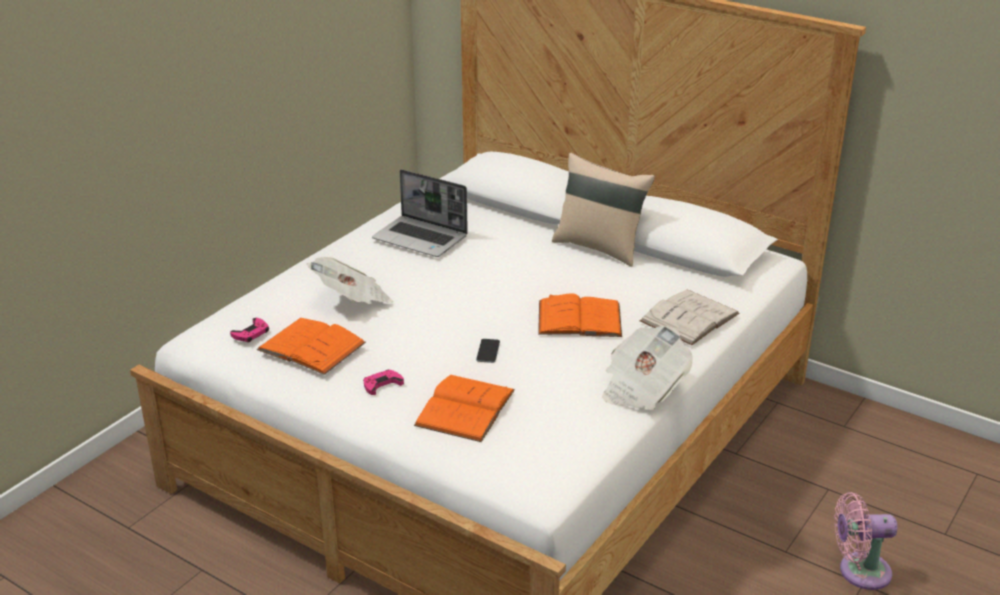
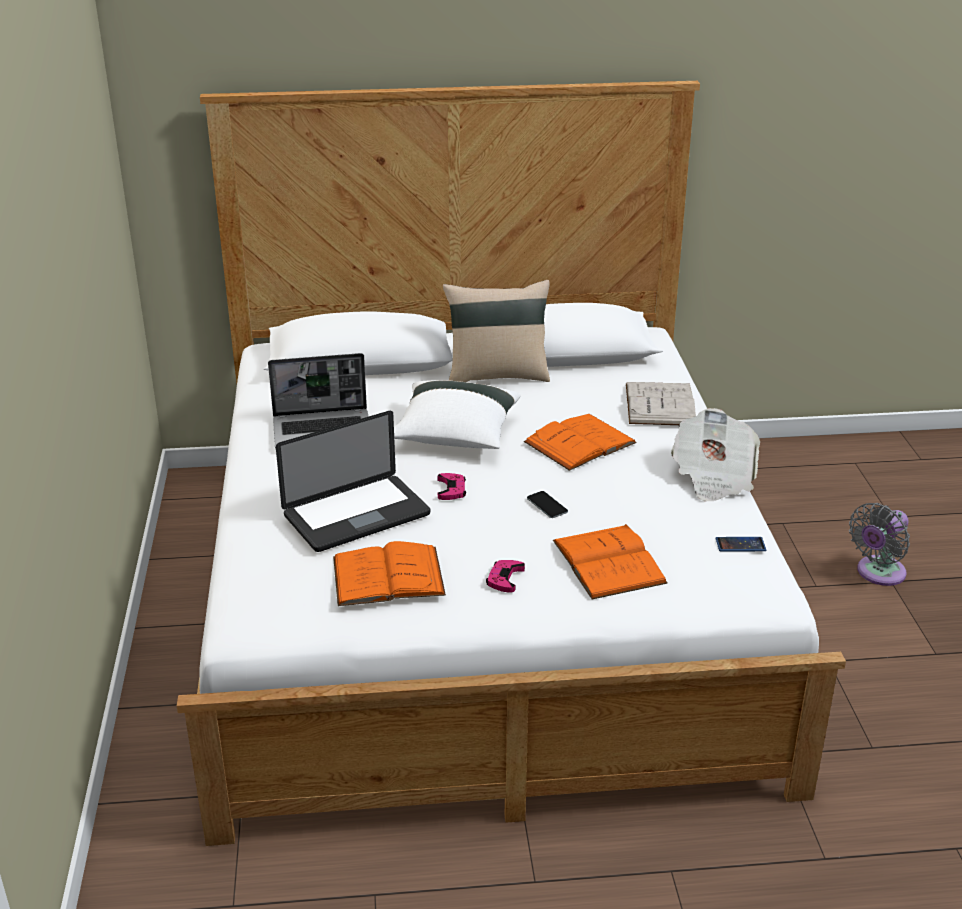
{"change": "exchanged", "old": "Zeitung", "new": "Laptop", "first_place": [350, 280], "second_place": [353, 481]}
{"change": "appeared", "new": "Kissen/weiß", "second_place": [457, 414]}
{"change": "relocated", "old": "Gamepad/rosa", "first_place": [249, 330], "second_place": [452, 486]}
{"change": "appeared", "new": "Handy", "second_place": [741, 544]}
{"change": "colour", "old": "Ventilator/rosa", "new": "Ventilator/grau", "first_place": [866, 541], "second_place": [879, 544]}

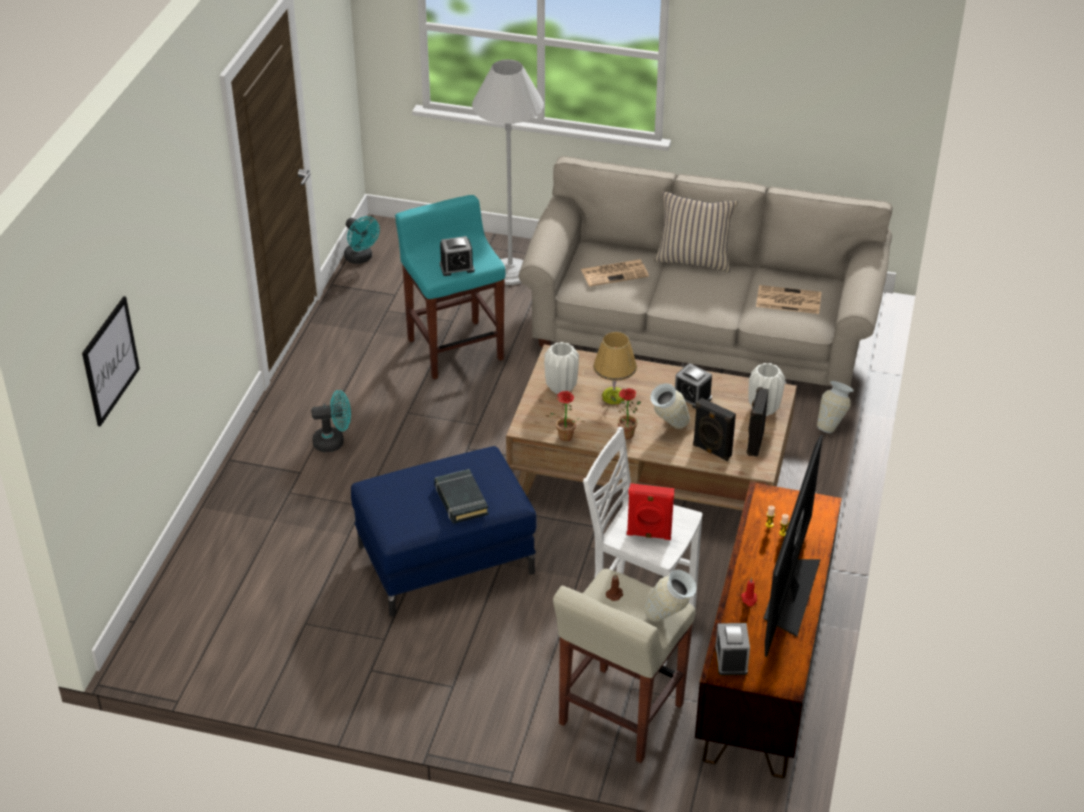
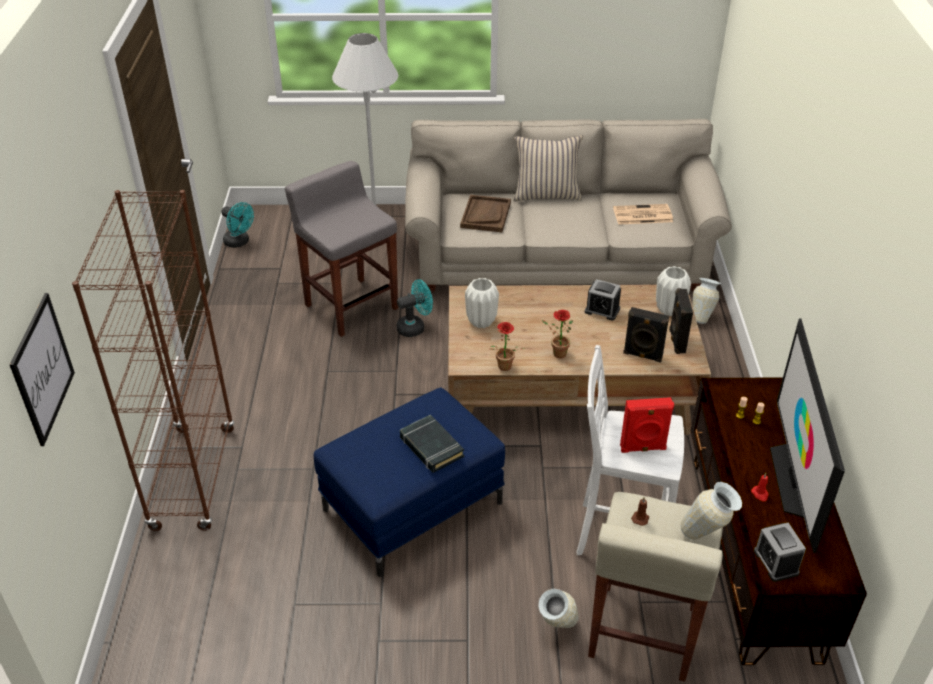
{"change": "appeared", "new": "Bücherregal/braun", "second_place": [153, 360]}
{"change": "colour", "old": "Hocker/türkis", "new": "Hocker/grau", "first_place": [450, 287], "second_place": [341, 249]}
{"change": "relocated", "old": "Ventilator/türkis", "first_place": [331, 421], "second_place": [414, 308]}
{"change": "exchanged", "old": "Zeitung", "new": "Tablett/braun", "first_place": [615, 273], "second_place": [485, 213]}
{"change": "relocated", "old": "Vase", "first_place": [670, 406], "second_place": [558, 608]}
{"change": "missing", "old": "Wecker", "first_place": [457, 256]}
{"change": "missing", "old": "Tischlampe", "first_place": [615, 368]}

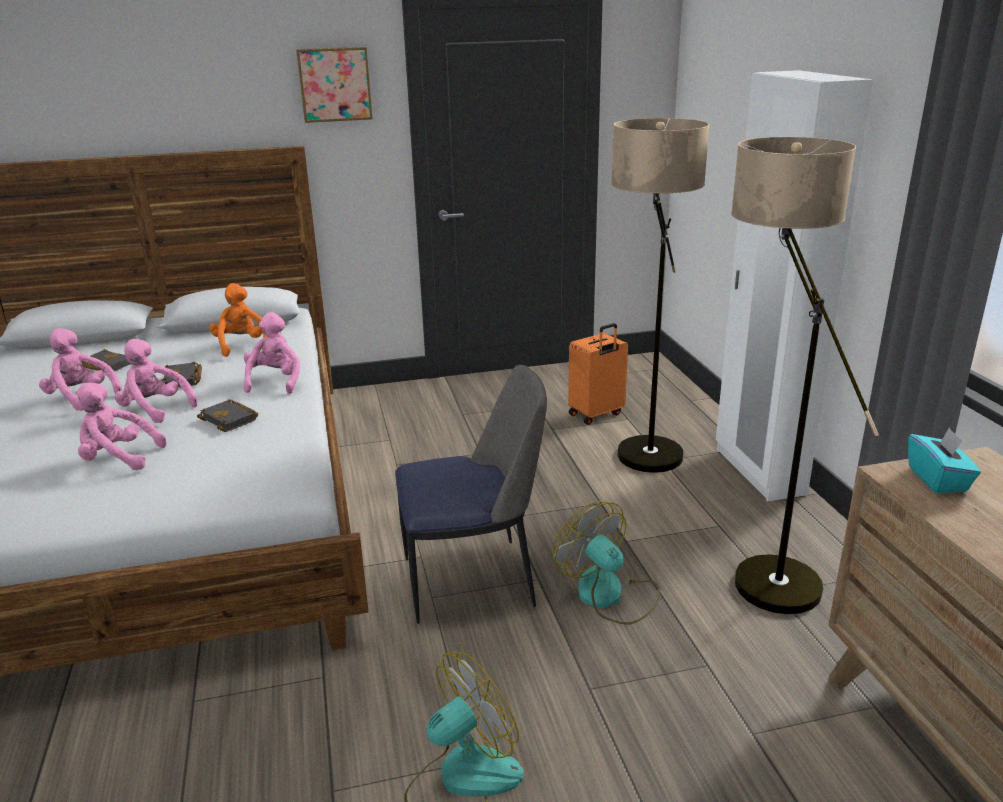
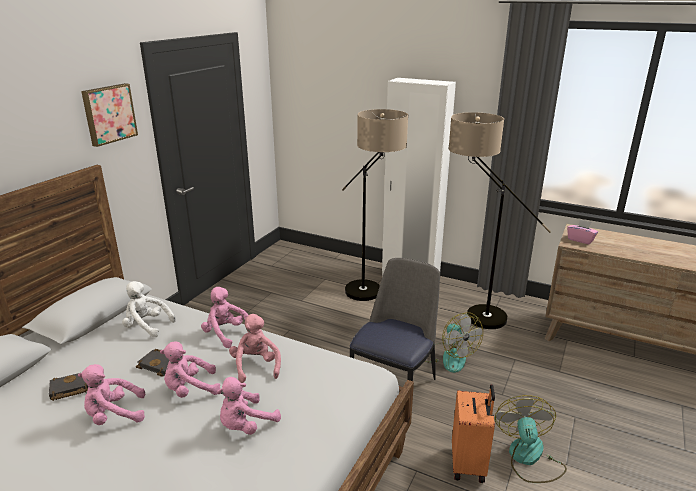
{"change": "colour", "old": "Plüschtier/orange", "new": "Plüschtier/weiß", "first_place": [238, 320], "second_place": [149, 309]}
{"change": "exchanged", "old": "Buch/schwarz", "new": "Plüschtier/rosa", "first_place": [227, 415], "second_place": [255, 348]}
{"change": "spun", "old": "Ventilator", "first_place": [606, 563], "second_place": [454, 342], "degrees": -120}
{"change": "relocated", "old": "Koffer/orange", "first_place": [598, 374], "second_place": [473, 434]}
{"change": "colour", "old": "Taschentuchbox/türkis", "new": "Taschentuchbox/rosa", "first_place": [944, 460], "second_place": [582, 232]}

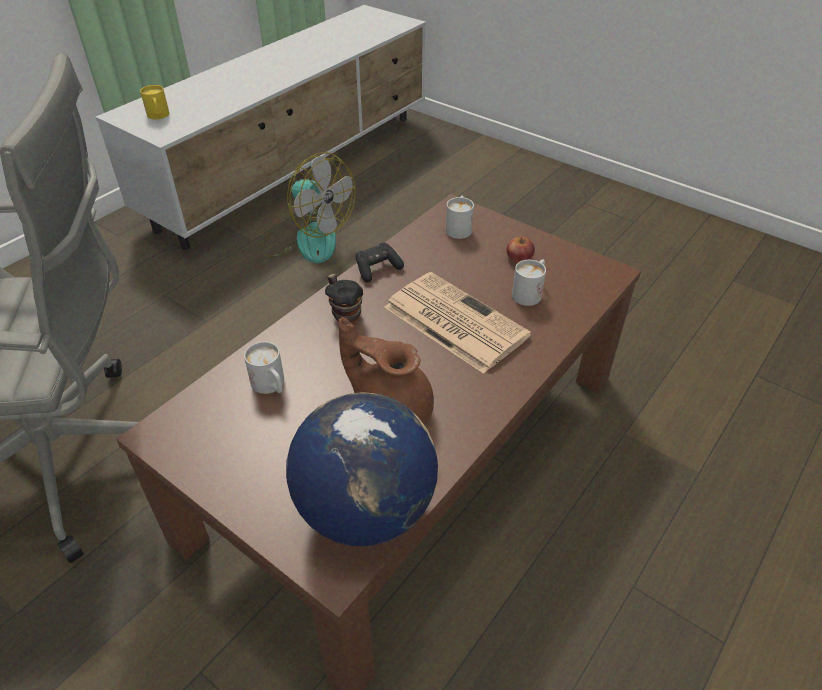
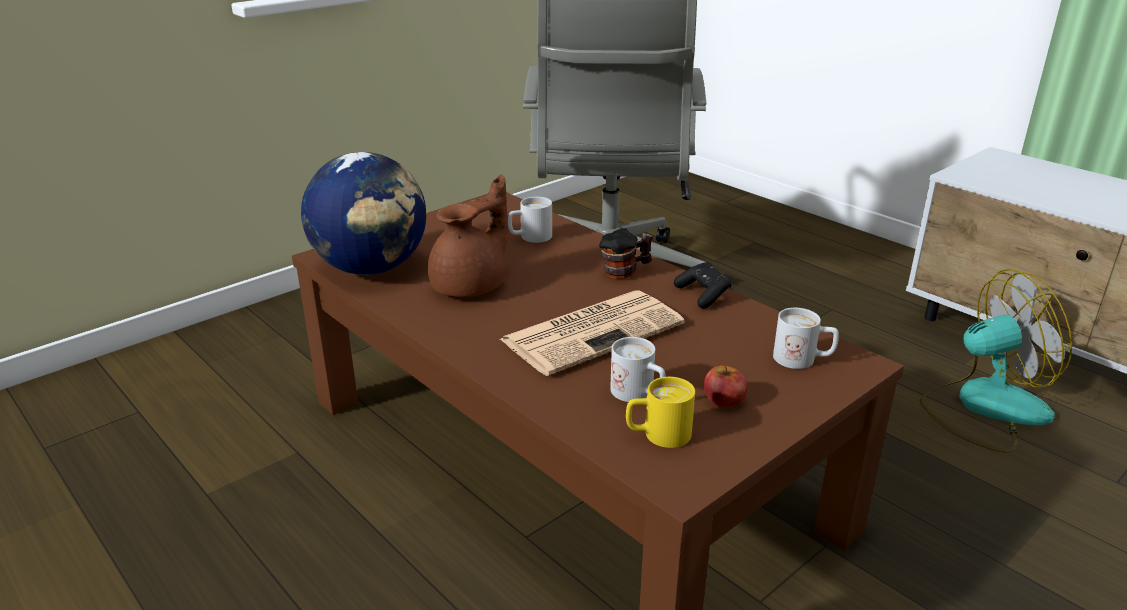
{"change": "relocated", "old": "Henkelbecher/gelb", "first_place": [154, 102], "second_place": [660, 412]}
{"change": "spun", "old": "Ventilator", "first_place": [308, 207], "second_place": [996, 361], "degrees": -150}

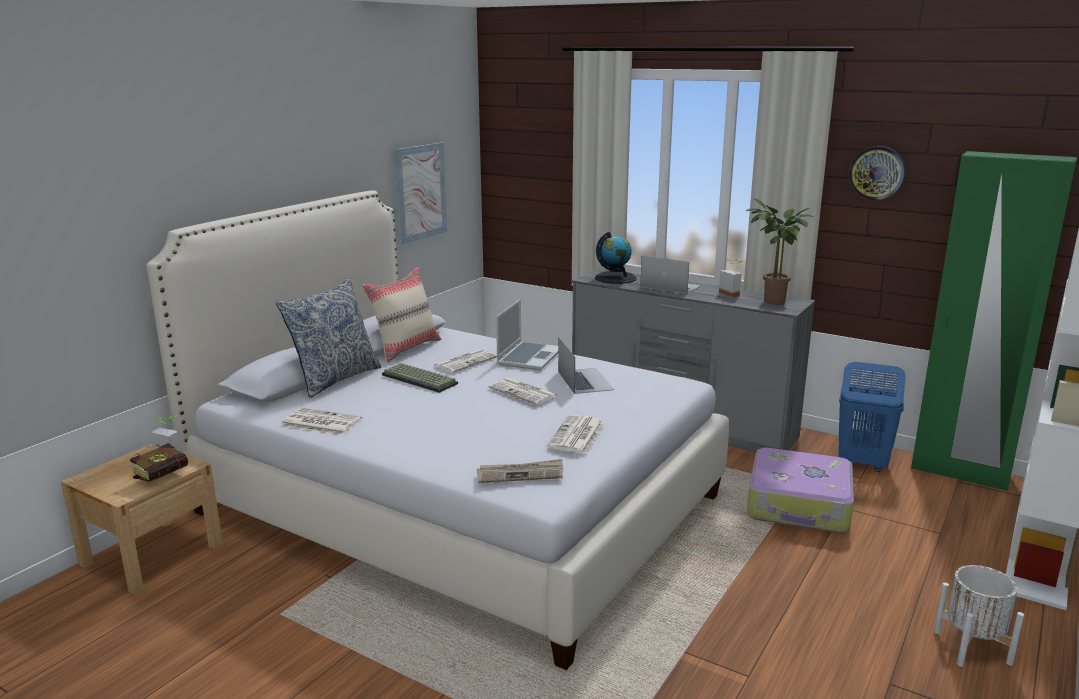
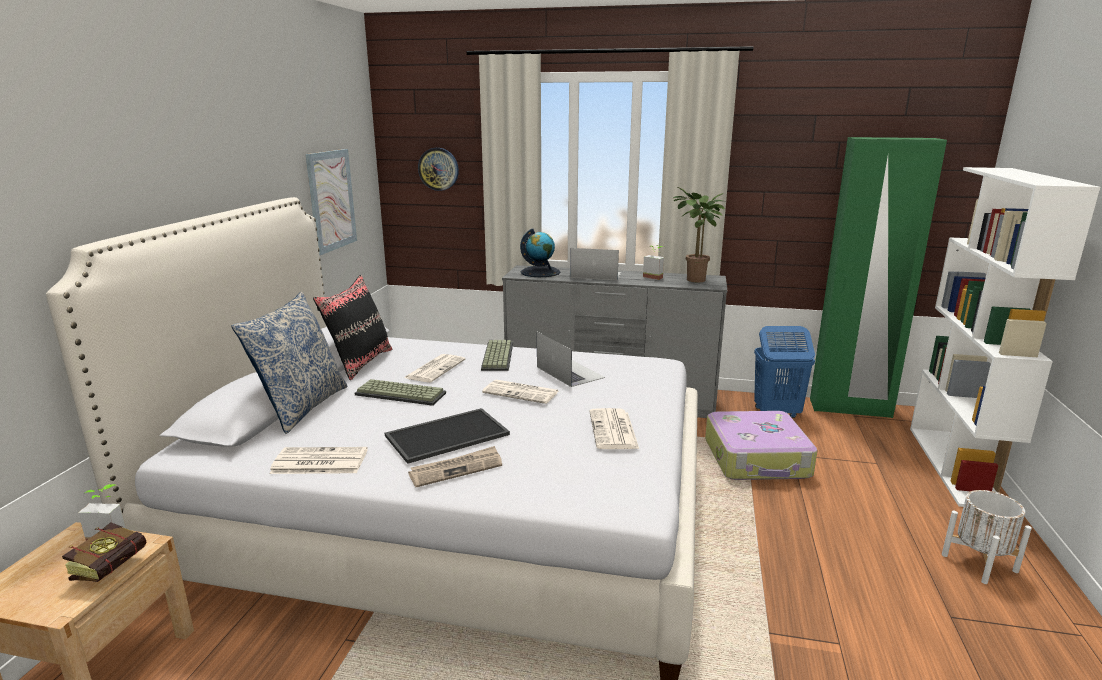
{"change": "colour", "old": "Kissen/beige", "new": "Kissen/schwarz", "first_place": [401, 314], "second_place": [353, 327]}
{"change": "appeared", "new": "Tablett", "second_place": [447, 436]}
{"change": "relocated", "old": "Zeitung", "first_place": [520, 471], "second_place": [455, 466]}
{"change": "relocated", "old": "Wanduhr", "first_place": [876, 173], "second_place": [438, 169]}
{"change": "exchanged", "old": "Laptop", "new": "Tastatur", "first_place": [527, 334], "second_place": [497, 355]}

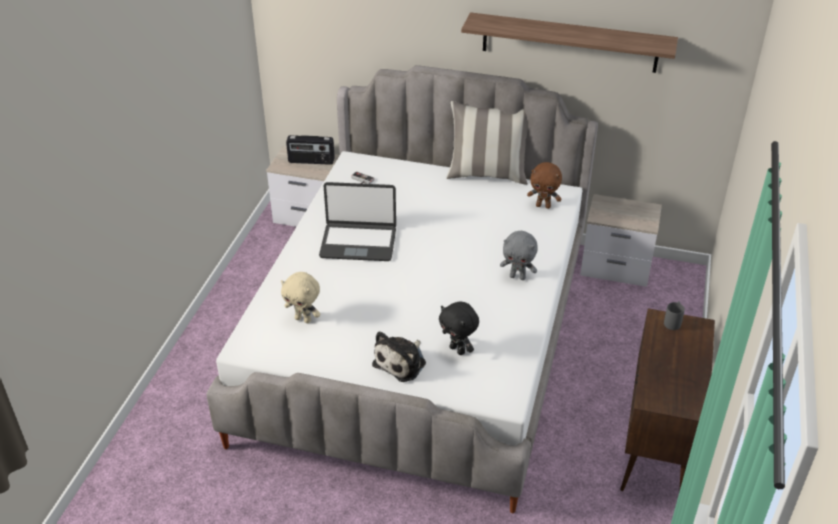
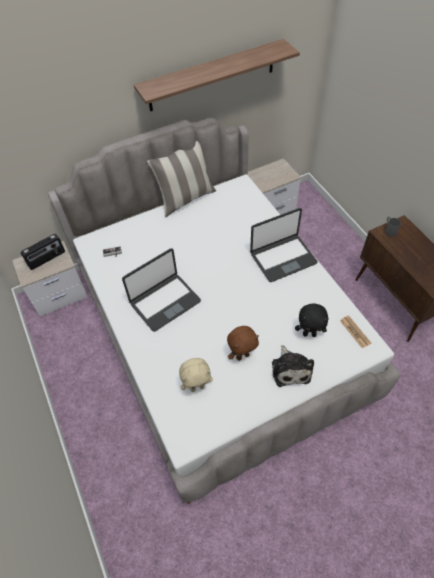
{"change": "relocated", "old": "Plüschtier/braun", "first_place": [544, 185], "second_place": [243, 343]}
{"change": "exchanged", "old": "Plüschtier/grau", "new": "Laptop", "first_place": [519, 255], "second_place": [284, 245]}
{"change": "appeared", "new": "Zeitung", "second_place": [355, 331]}

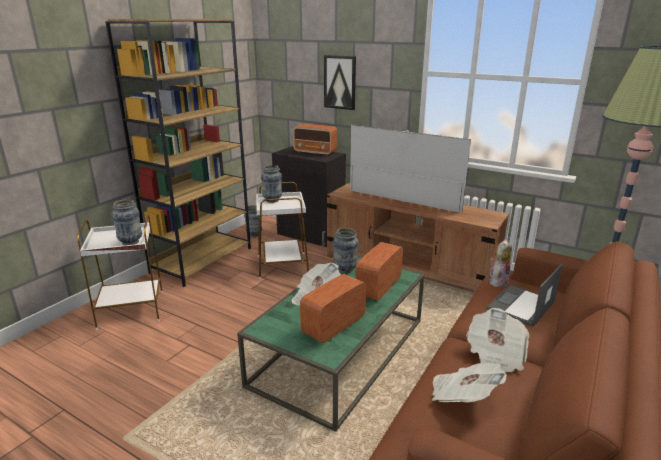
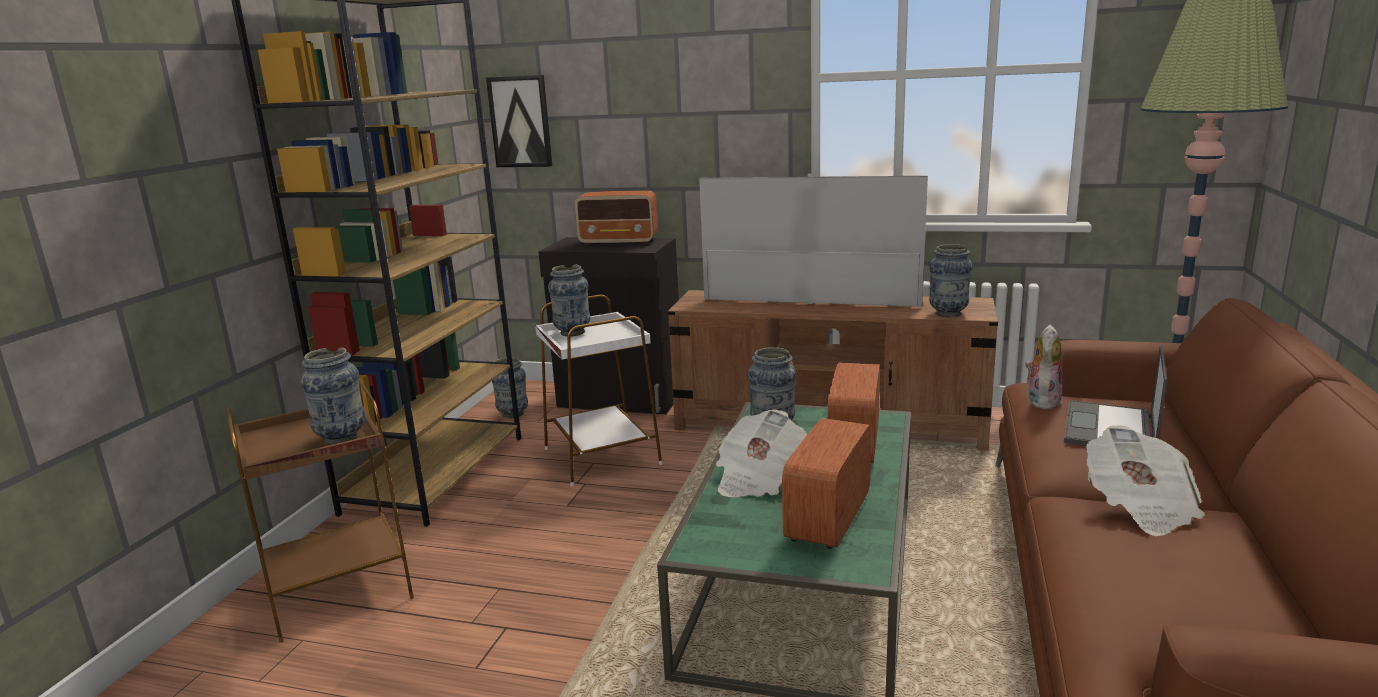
{"change": "colour", "old": "Beistelltisch/weiß", "new": "Beistelltisch/braun", "first_place": [120, 272], "second_place": [320, 511]}
{"change": "relocated", "old": "Bild", "first_place": [340, 82], "second_place": [519, 121]}
{"change": "appeared", "new": "Vase", "second_place": [951, 280]}
{"change": "missing", "old": "Zeitung", "first_place": [469, 383]}

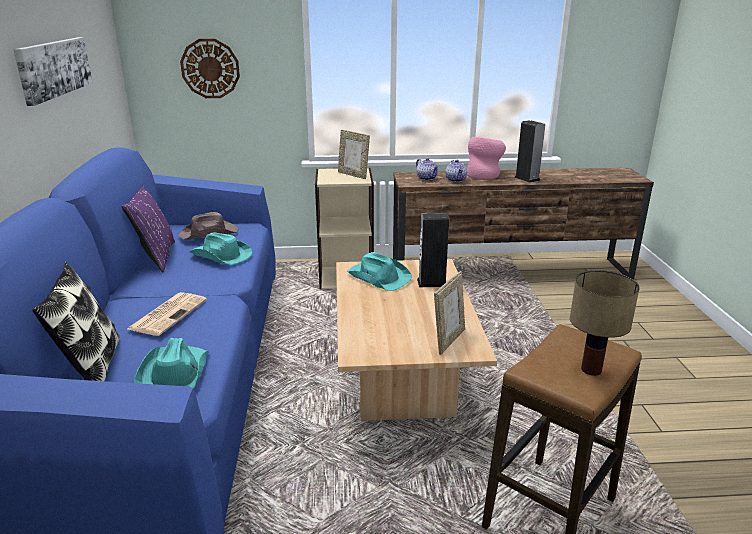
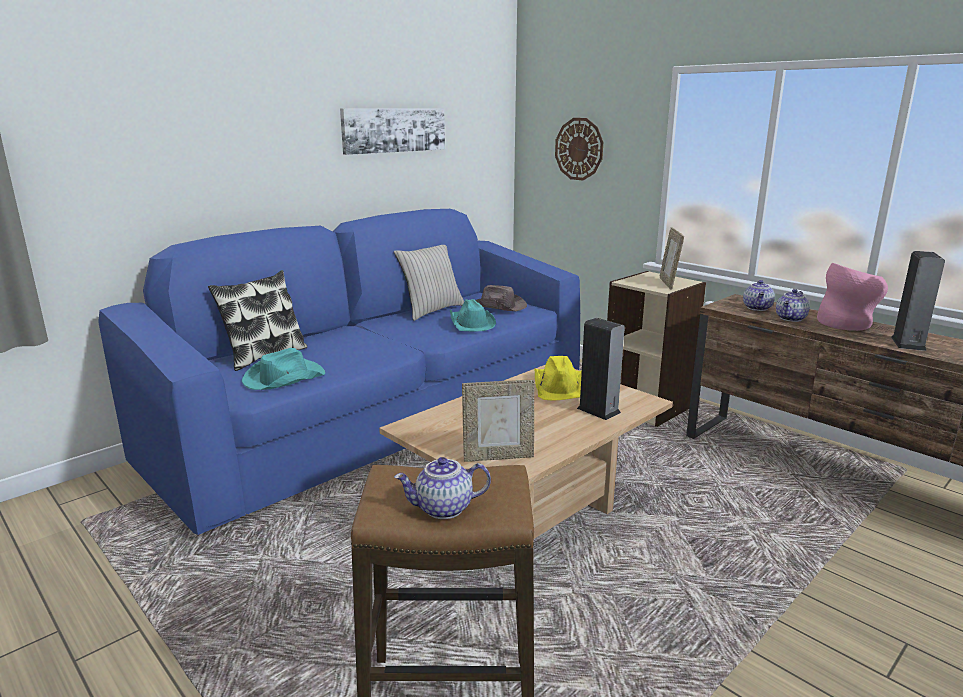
{"change": "colour", "old": "Kissen/lila", "new": "Kissen/beige", "first_place": [148, 229], "second_place": [429, 283]}
{"change": "exchanged", "old": "Tischlampe", "new": "Teekanne", "first_place": [605, 323], "second_place": [442, 488]}
{"change": "colour", "old": "Hut/türkis", "new": "Hut/gelb", "first_place": [379, 271], "second_place": [558, 378]}
{"change": "missing", "old": "Zeitung", "first_place": [167, 314]}

